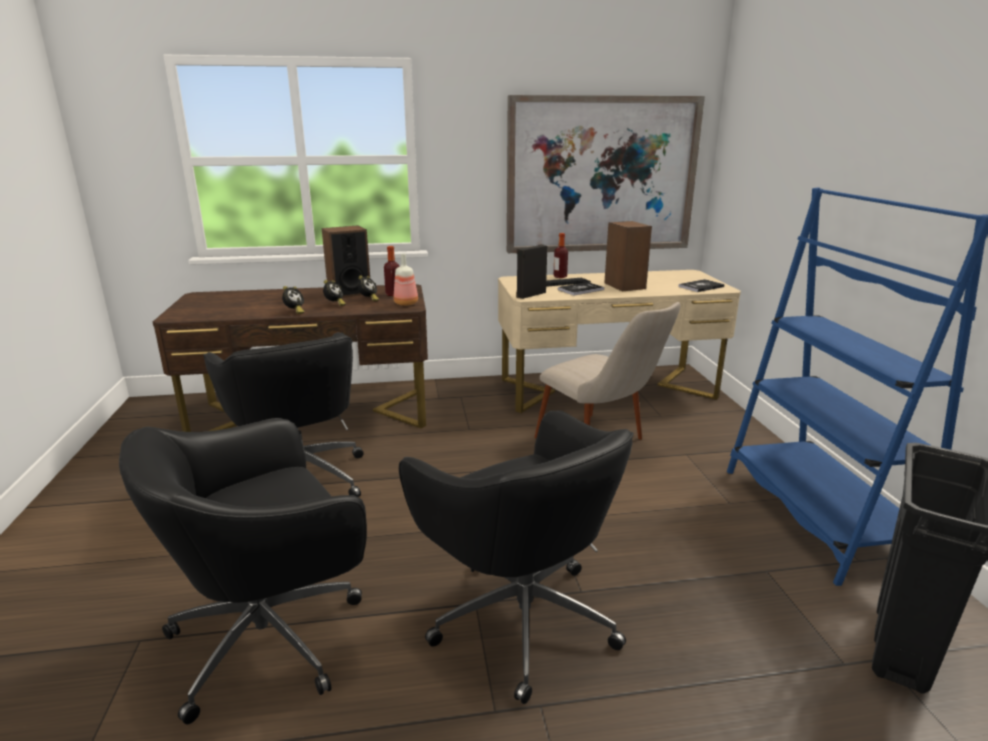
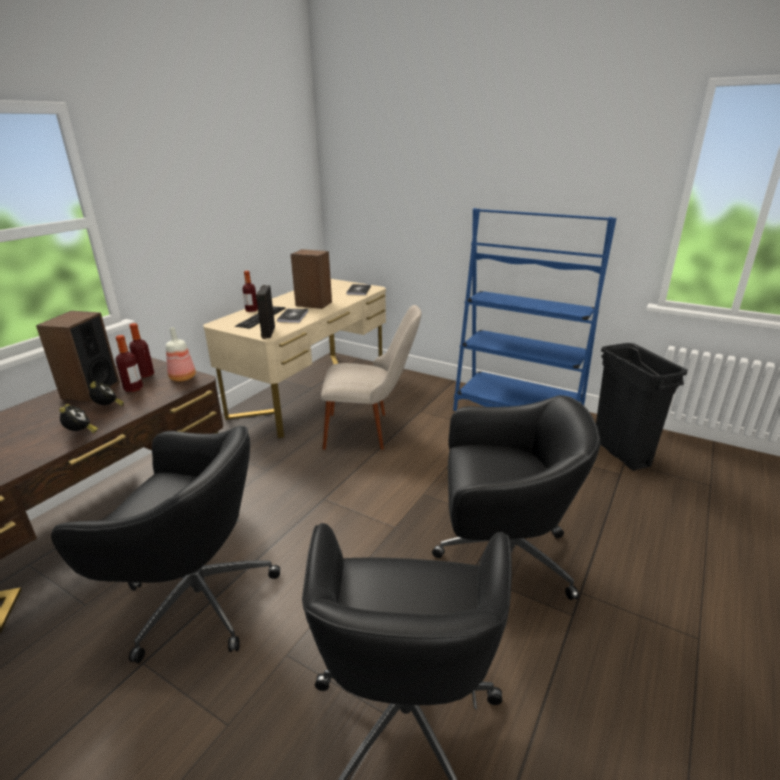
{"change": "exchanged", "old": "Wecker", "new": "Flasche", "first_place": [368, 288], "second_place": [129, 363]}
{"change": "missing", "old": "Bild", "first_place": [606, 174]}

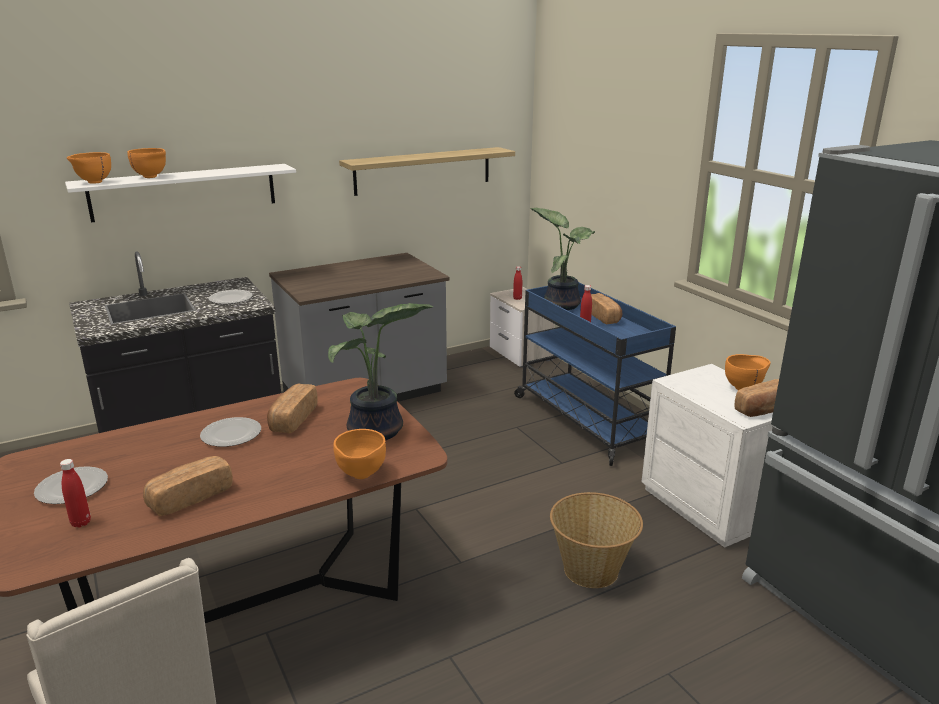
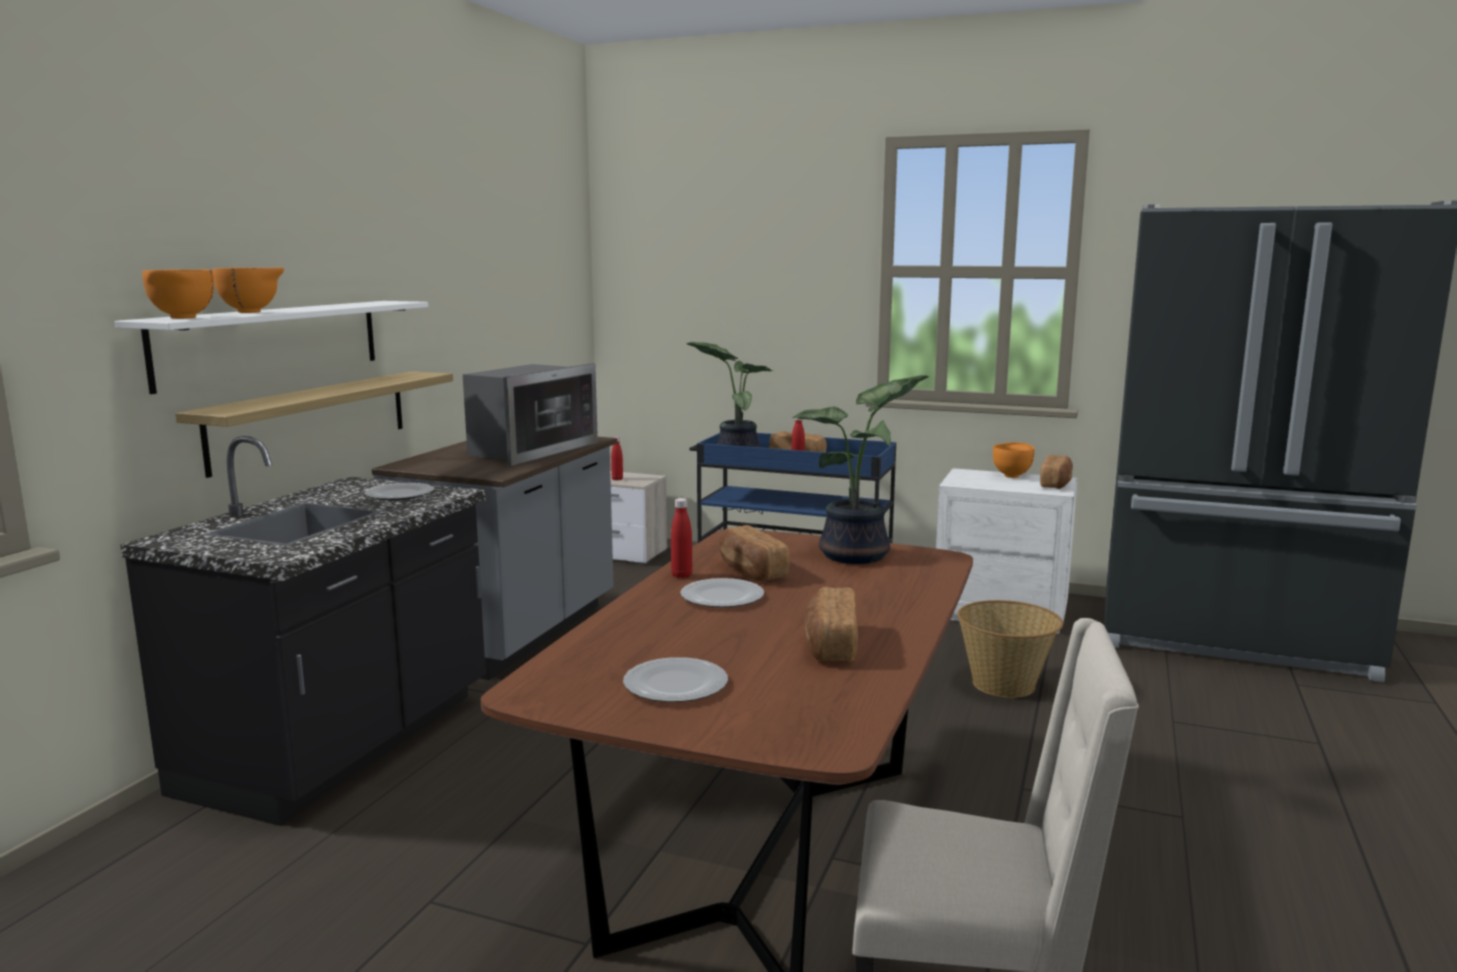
{"change": "relocated", "old": "Wandregal", "first_place": [427, 171], "second_place": [314, 424]}
{"change": "appeared", "new": "Mikrowelle", "second_place": [530, 414]}
{"change": "relocated", "old": "Flasche/rot", "first_place": [75, 493], "second_place": [681, 538]}
{"change": "missing", "old": "Schüssel/orange", "first_place": [359, 454]}

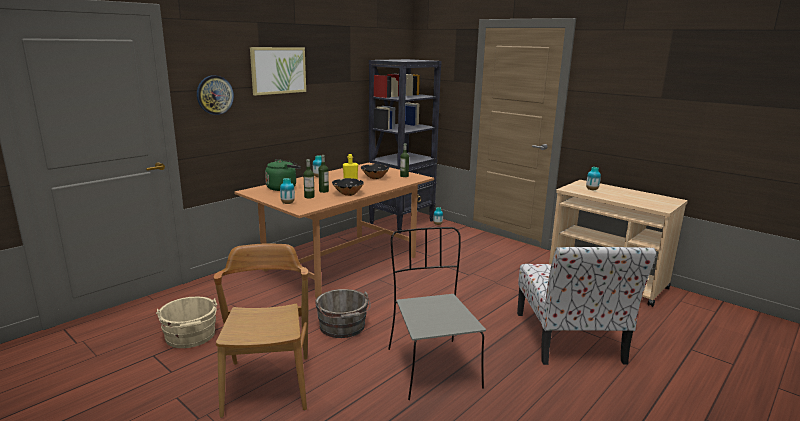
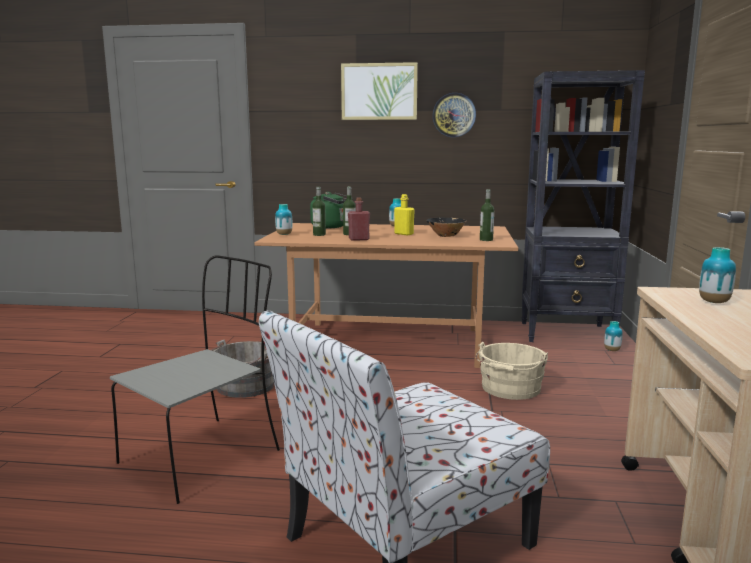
{"change": "exchanged", "old": "Schüssel/schwarz", "new": "Flasche/rot", "first_place": [348, 187], "second_place": [359, 219]}
{"change": "relocated", "old": "Wanduhr", "first_place": [215, 95], "second_place": [454, 115]}
{"change": "relocated", "old": "Eimer/beige", "first_place": [186, 322], "second_place": [512, 371]}
{"change": "missing", "old": "Stuhl/braun", "first_place": [260, 330]}

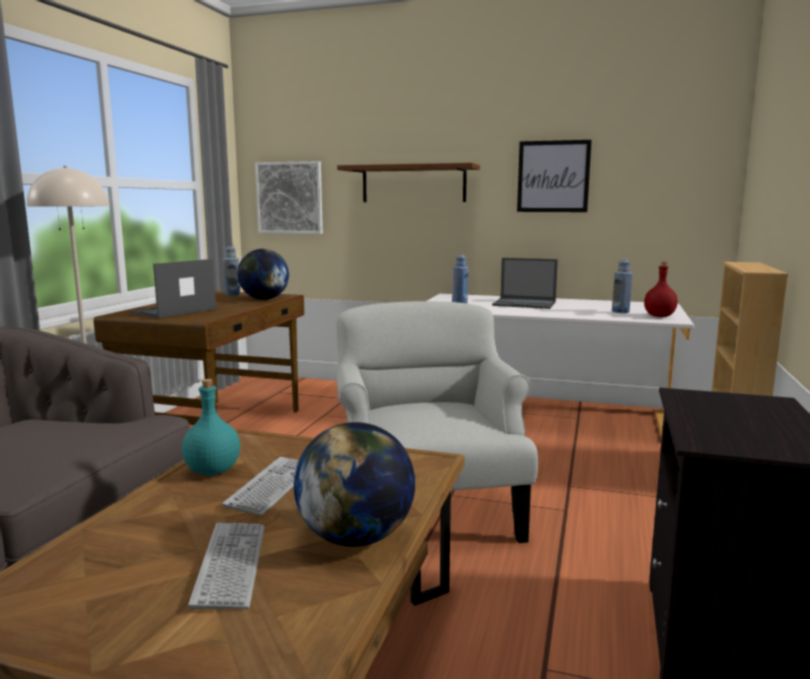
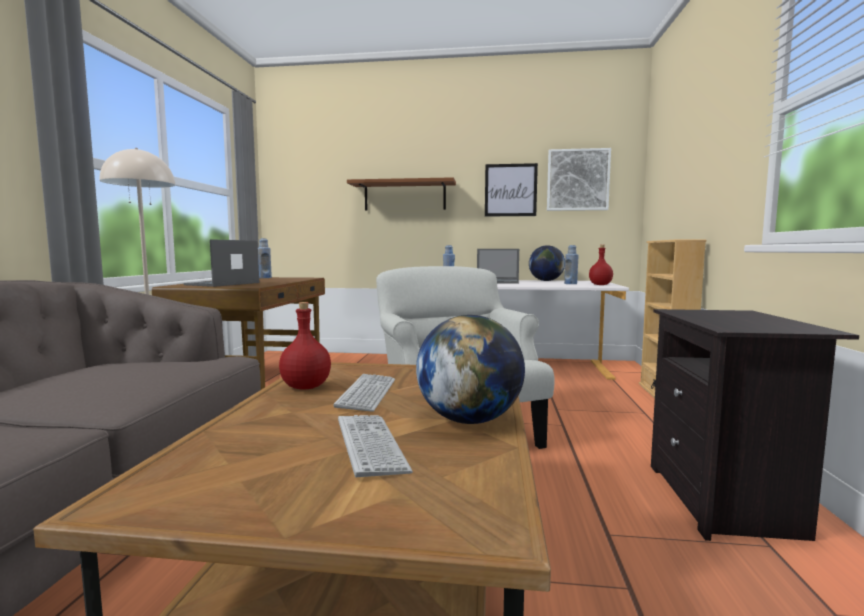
{"change": "colour", "old": "Flasche/türkis", "new": "Flasche/rot", "first_place": [211, 427], "second_place": [305, 346]}
{"change": "relocated", "old": "Globus", "first_place": [263, 274], "second_place": [547, 263]}
{"change": "relocated", "old": "Bild", "first_place": [289, 197], "second_place": [579, 179]}

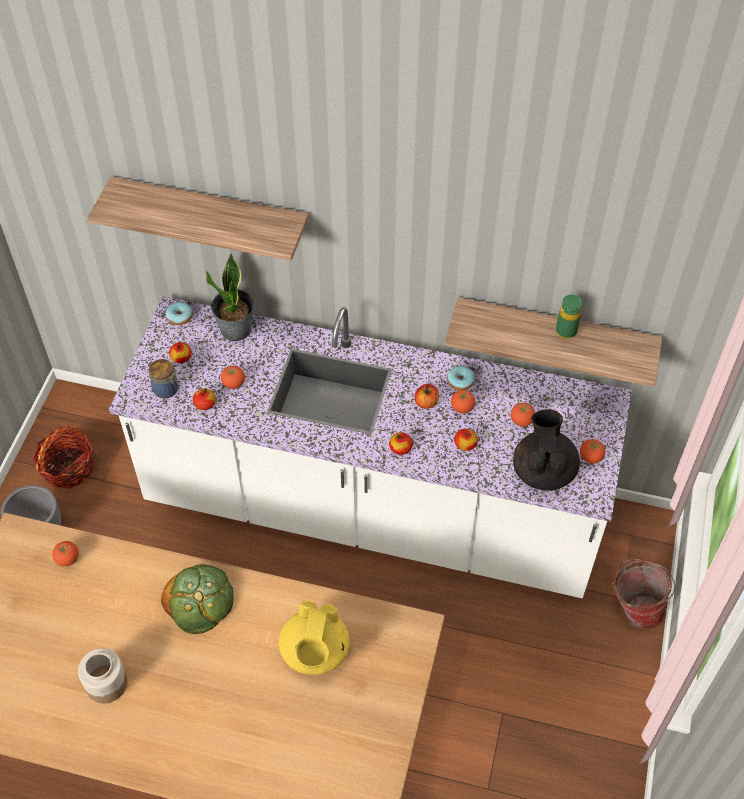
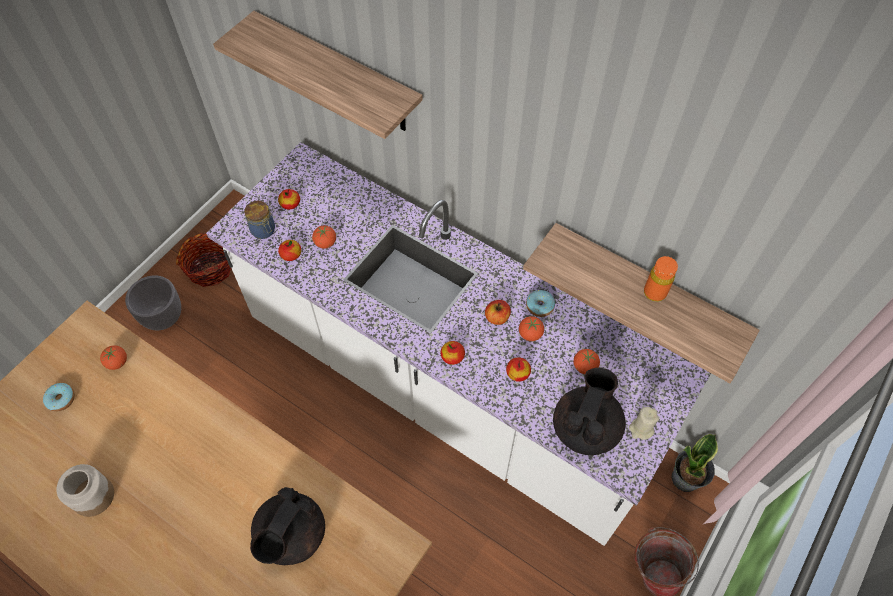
{"change": "relocated", "old": "Donut", "first_place": [179, 313], "second_place": [59, 397]}
{"change": "colour", "old": "Teekanne/gelb", "new": "Teekanne/schwarz", "first_place": [314, 637], "second_place": [287, 526]}
{"change": "exchanged", "old": "Tomate", "new": "Kerze/beige", "first_place": [592, 451], "second_place": [644, 423]}
{"change": "colour", "old": "Flasche/grün", "new": "Flasche/orange", "first_place": [569, 317], "second_place": [661, 279]}
{"change": "relocated", "old": "Topfpflanze", "first_place": [230, 297], "second_place": [695, 463]}
{"change": "missing", "old": "Brot", "first_place": [197, 599]}

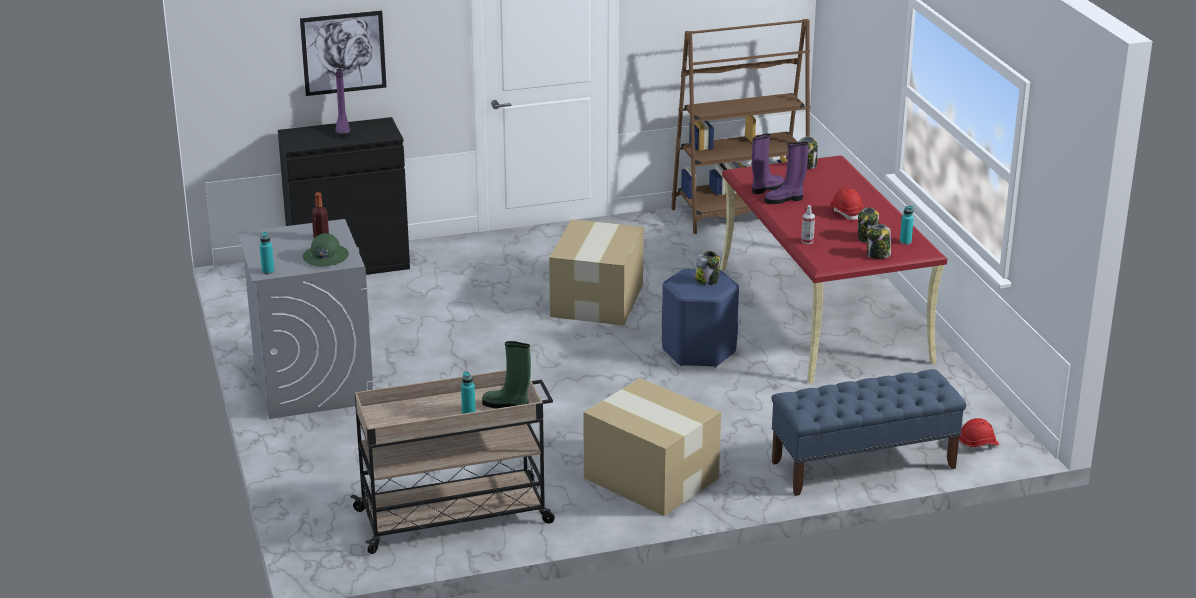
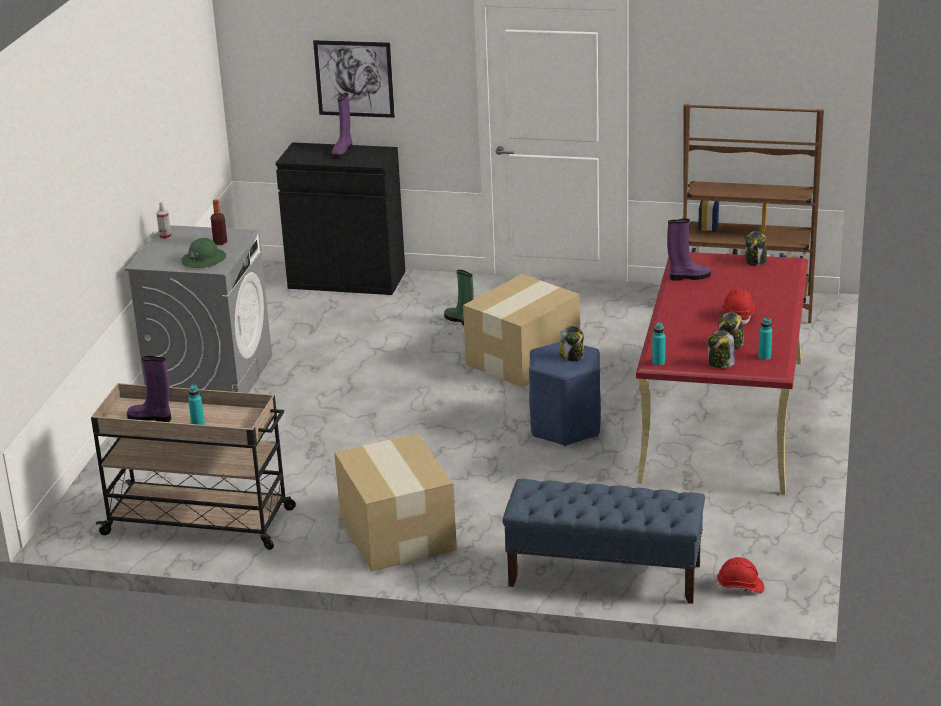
{"change": "relocated", "old": "Stiefel/lila", "first_place": [786, 173], "second_place": [149, 389]}
{"change": "relocated", "old": "Sprühflasche", "first_place": [808, 224], "second_place": [163, 221]}
{"change": "relocated", "old": "Stiefel/grün", "first_place": [506, 374], "second_place": [459, 297]}
{"change": "relocated", "old": "Flasche/türkis", "first_place": [266, 253], "second_place": [658, 344]}

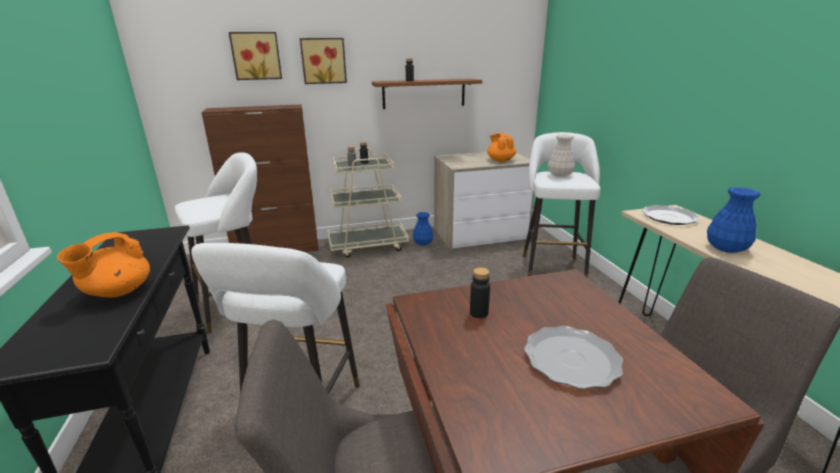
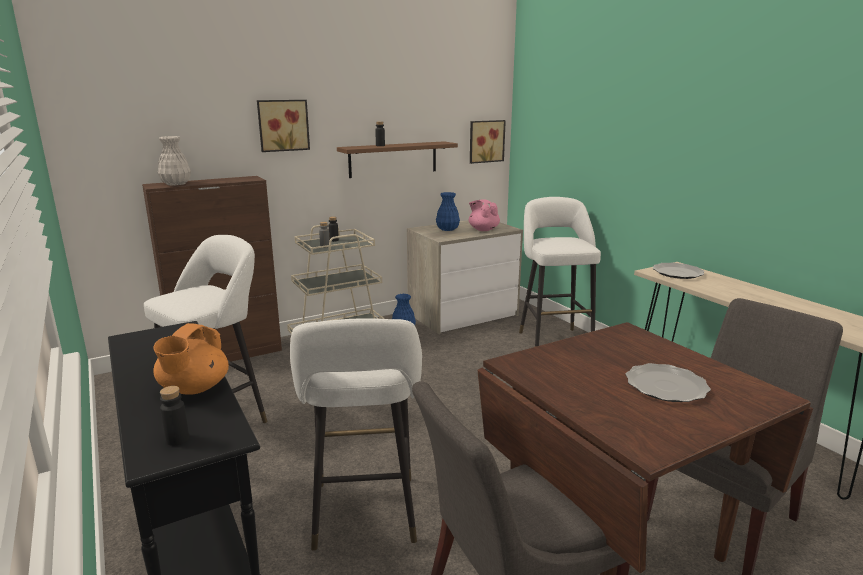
{"change": "relocated", "old": "Vase/weiß", "first_place": [561, 155], "second_place": [174, 161]}
{"change": "relocated", "old": "Flasche/schwarz", "first_place": [480, 292], "second_place": [174, 416]}
{"change": "relocated", "old": "Vase/blau", "first_place": [733, 220], "second_place": [448, 211]}
{"change": "colour", "old": "Teekanne/orange", "new": "Teekanne/rosa", "first_place": [501, 147], "second_place": [484, 215]}
{"change": "relocated", "old": "Bild", "first_place": [255, 56], "second_place": [488, 142]}

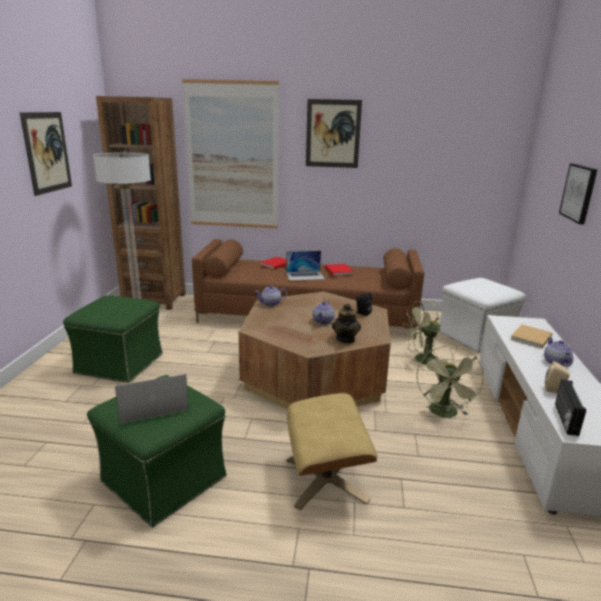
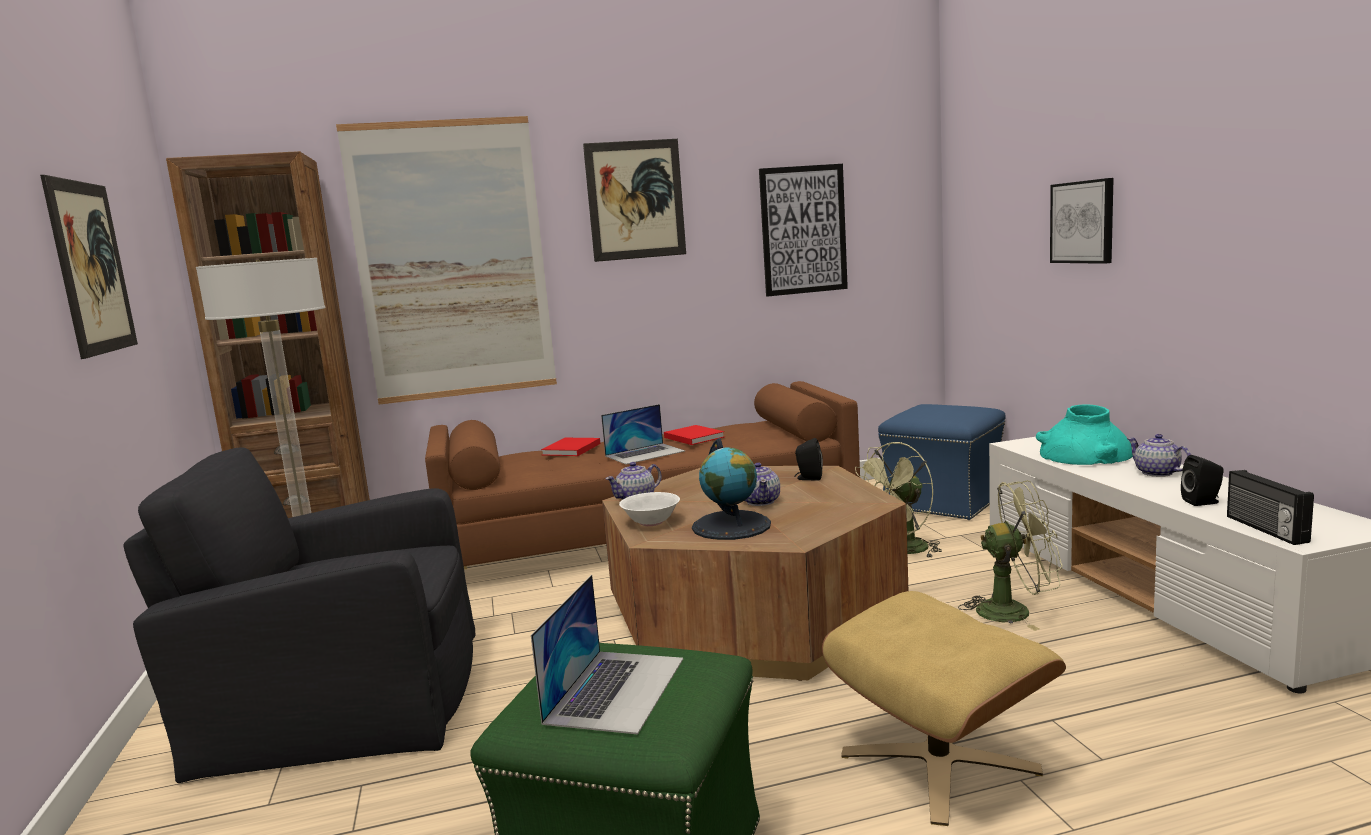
{"change": "exchanged", "old": "Polsterhocker/grün", "new": "Sessel/schwarz", "first_place": [113, 339], "second_place": [299, 615]}
{"change": "spun", "old": "Laptop", "first_place": [152, 399], "second_place": [607, 655], "degrees": 150}
{"change": "appeared", "new": "Schüssel/weiß", "second_place": [649, 509]}
{"change": "appeared", "new": "Globus", "second_place": [731, 489]}
{"change": "appeared", "new": "Bild", "second_place": [803, 230]}
{"change": "colour", "old": "Polsterhocker/weiß", "new": "Polsterhocker/blau", "first_place": [482, 315], "second_place": [942, 462]}
{"change": "spun", "old": "Ventilator/grün", "first_place": [450, 381], "second_place": [1010, 555], "degrees": -75}
{"change": "exchanged", "old": "Buch/beige", "new": "Vase/türkis", "first_place": [531, 336], "second_place": [1084, 434]}
{"change": "colour", "old": "Lautsprecher/beige", "new": "Lautsprecher/schwarz", "first_place": [557, 377], "second_place": [1202, 480]}
{"change": "missing", "old": "Teekanne", "first_place": [346, 323]}

